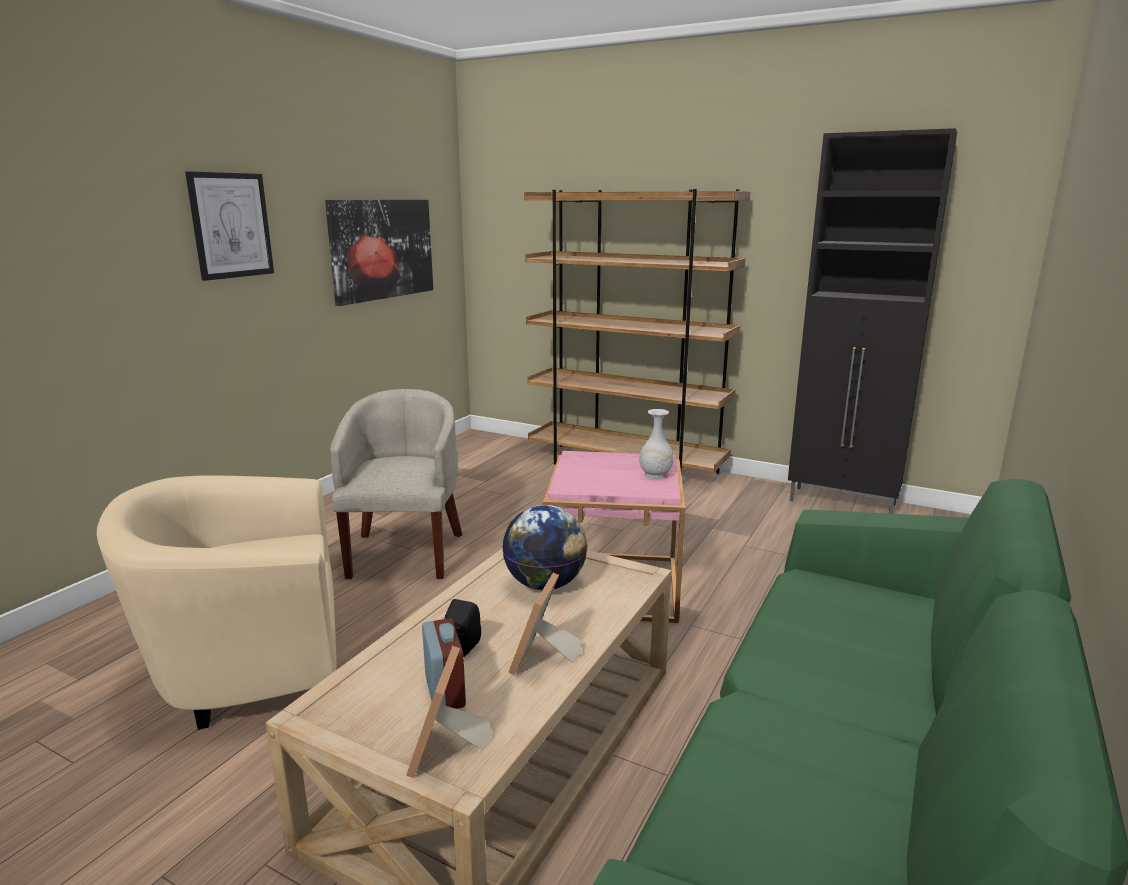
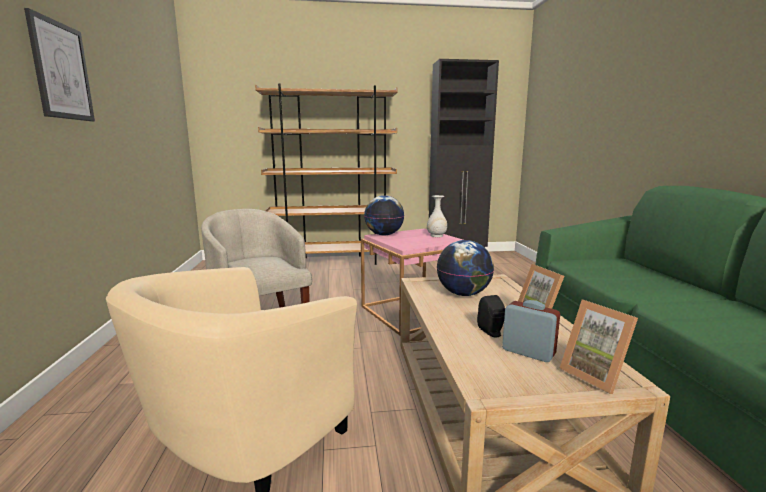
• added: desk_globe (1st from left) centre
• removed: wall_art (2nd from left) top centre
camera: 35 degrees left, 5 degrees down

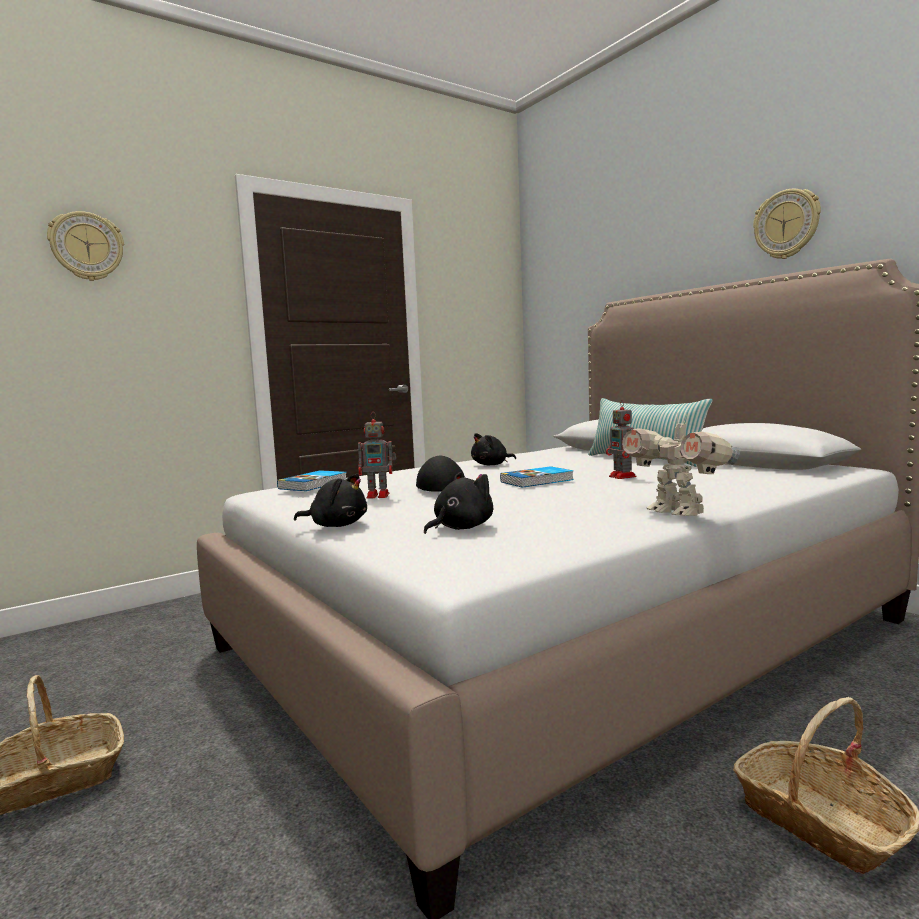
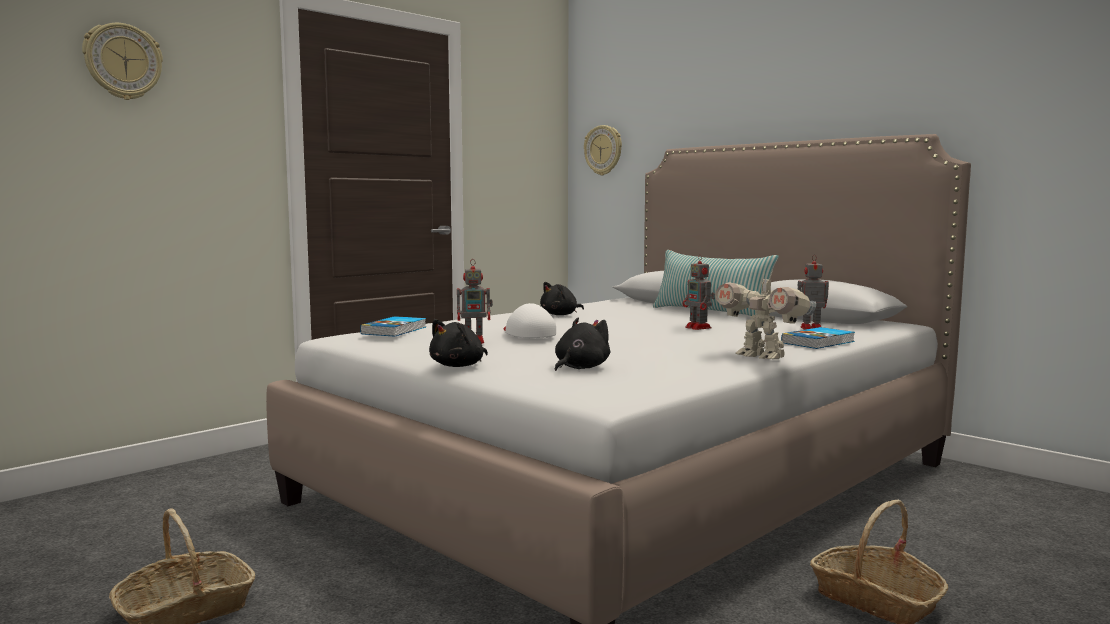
• turned: blackish_plush_toy (1st from left) centre = centre 120 degrees clockwise
• recoloured: blackish_cap centre to white_cap centre
• moved: wall_clock (2nd from left) top right to top centre
• moved: book (2nd from left) centre to middle right
• added: model_robot (4th from left) middle right
camera: 10 degrees left, 0 degrees up

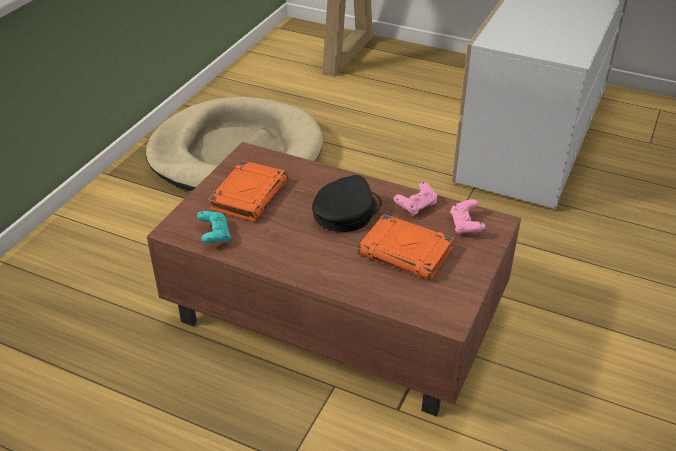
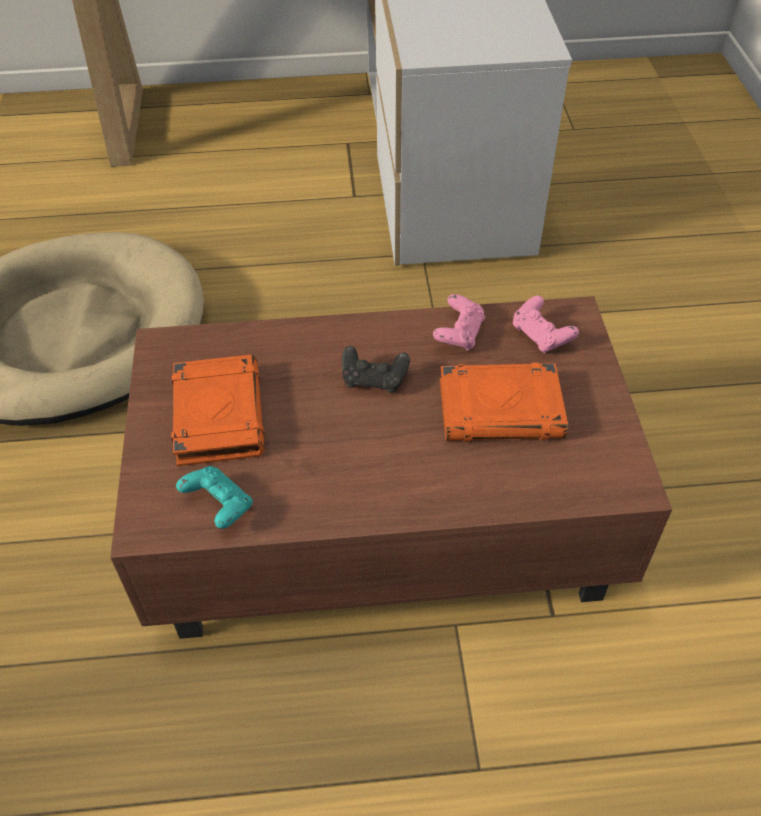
• replaced: blackish_cap centre to blackish_joypad centre
camera: 30 degrees left, 10 degrees up

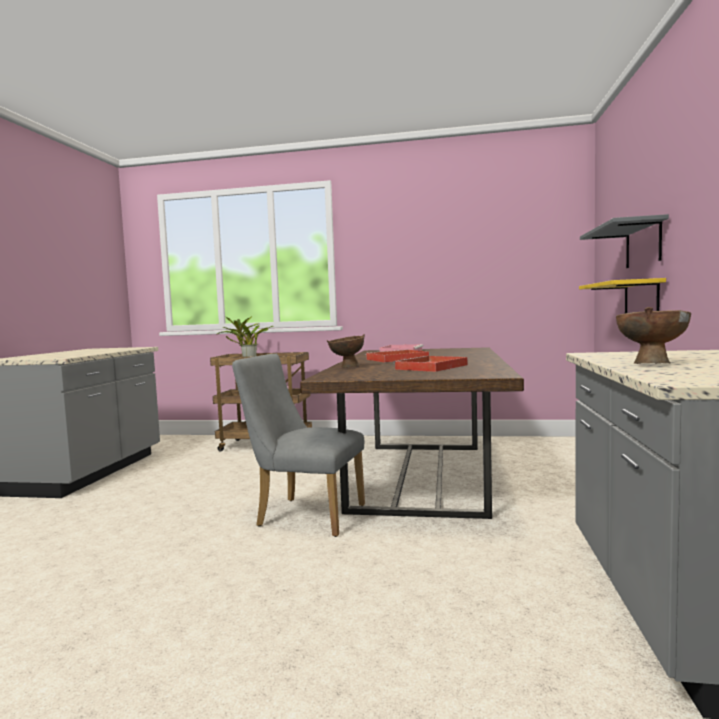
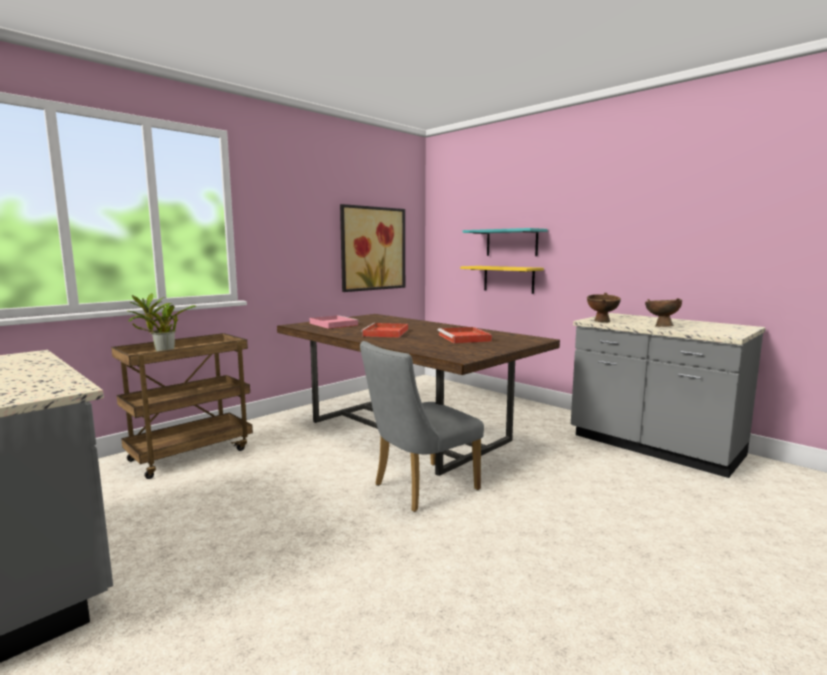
• added: wall_art centre
• recoloured: greyish_wall_shelf middle right to turquoise-coloured_wall_shelf centre
• moved: brown_deep_dish (1st from left) centre to middle right
camera: 55 degrees left, 5 degrees up

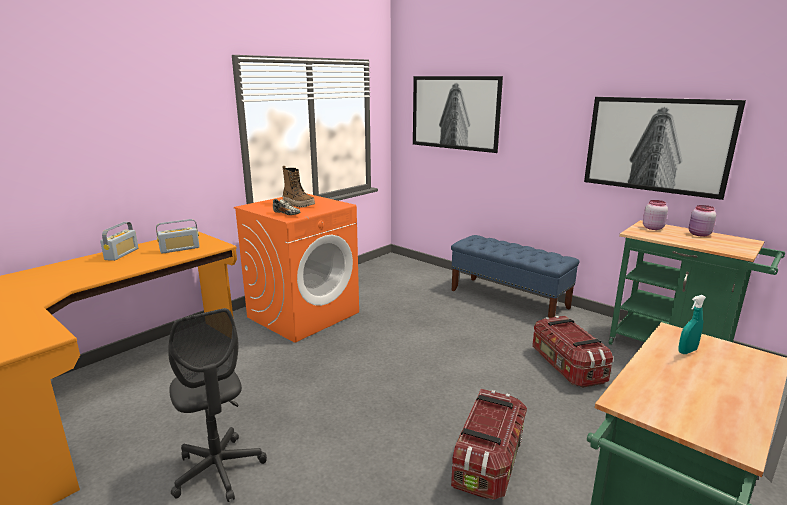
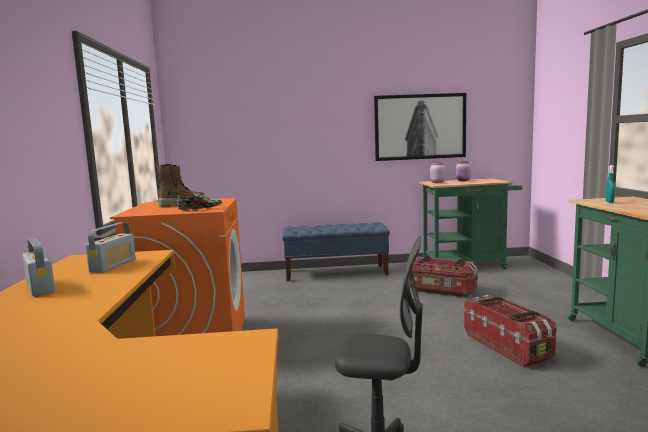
• removed: wall_art (1st from left) top centre
camera: 45 degrees left, 10 degrees down

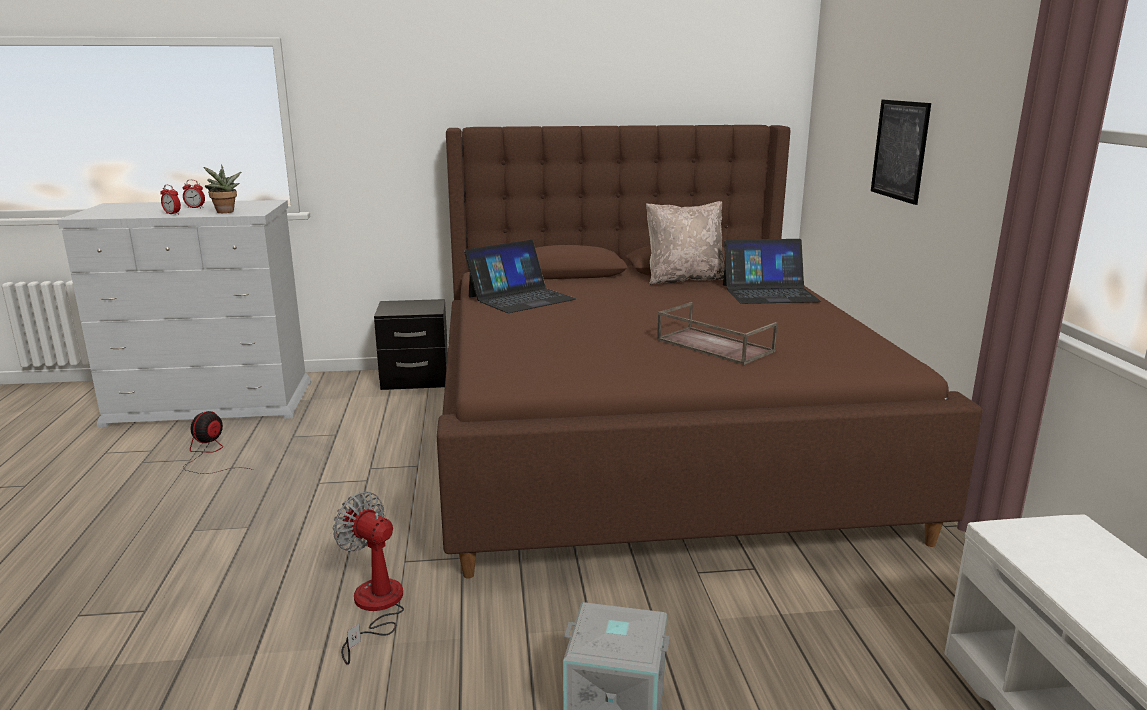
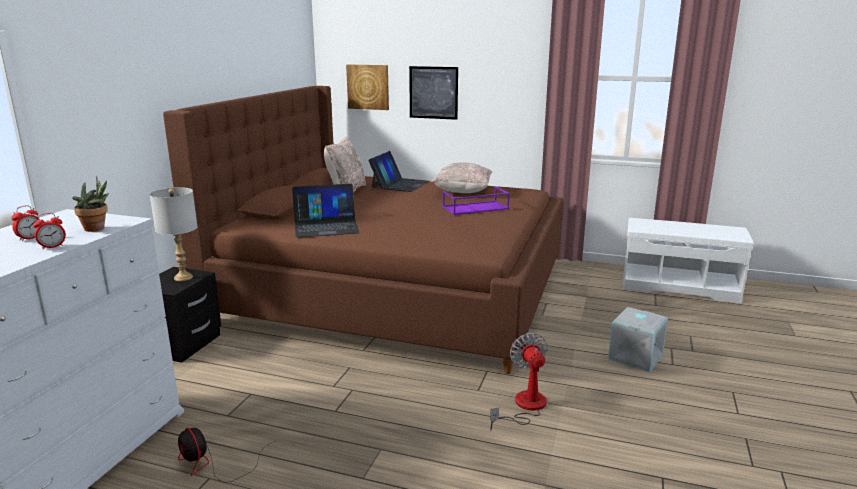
• added: greyish_lamp_for_a_table middle left
• turned: laptop (1st from left) centre = centre 90 degrees clockwise
• added: wall_art (1st from left) top centre
• added: beige_cushion (2nd from left) centre
• recoloured: brown_tray centre to purplish_tray centre
• turned: electric_fan (2nd from left) bottom left = bottom centre 105 degrees clockwise
camera: 65 degrees left, 0 degrees up

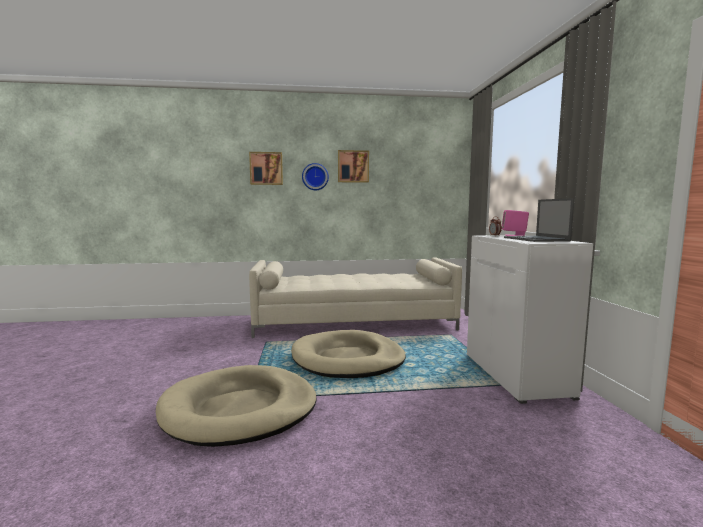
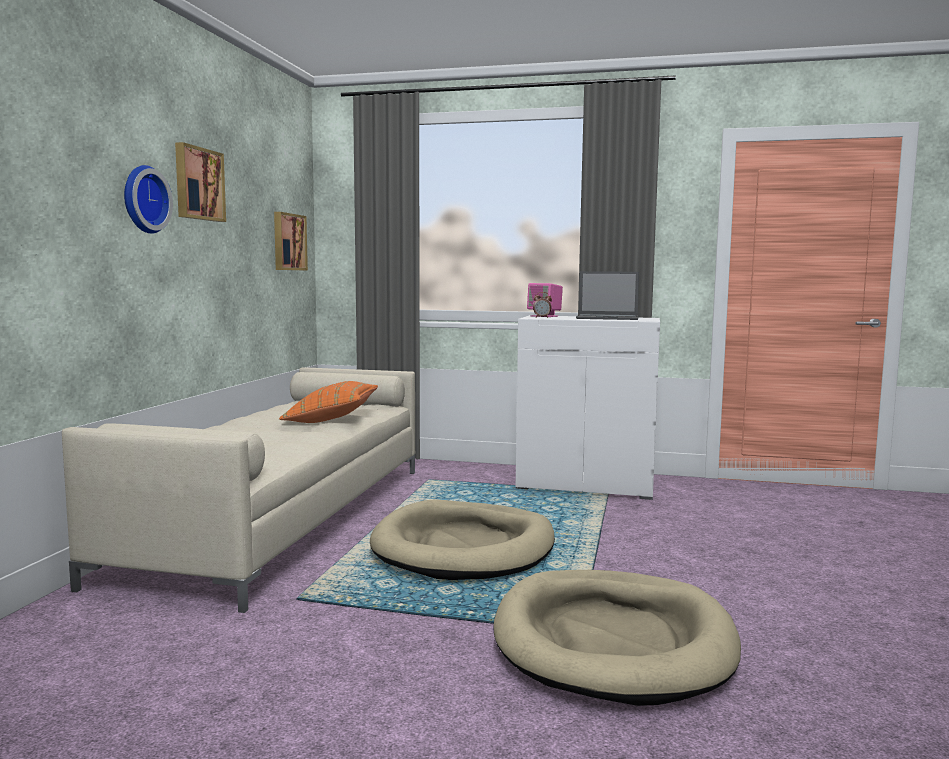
• moved: wall_art (1st from left in the first image) top centre to wall_art (2nd from left) top left
• added: orangey_cushion centre
camera: 70 degrees left, 0 degrees up

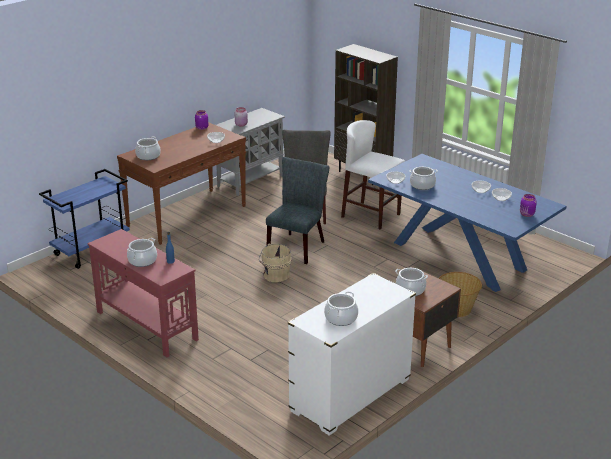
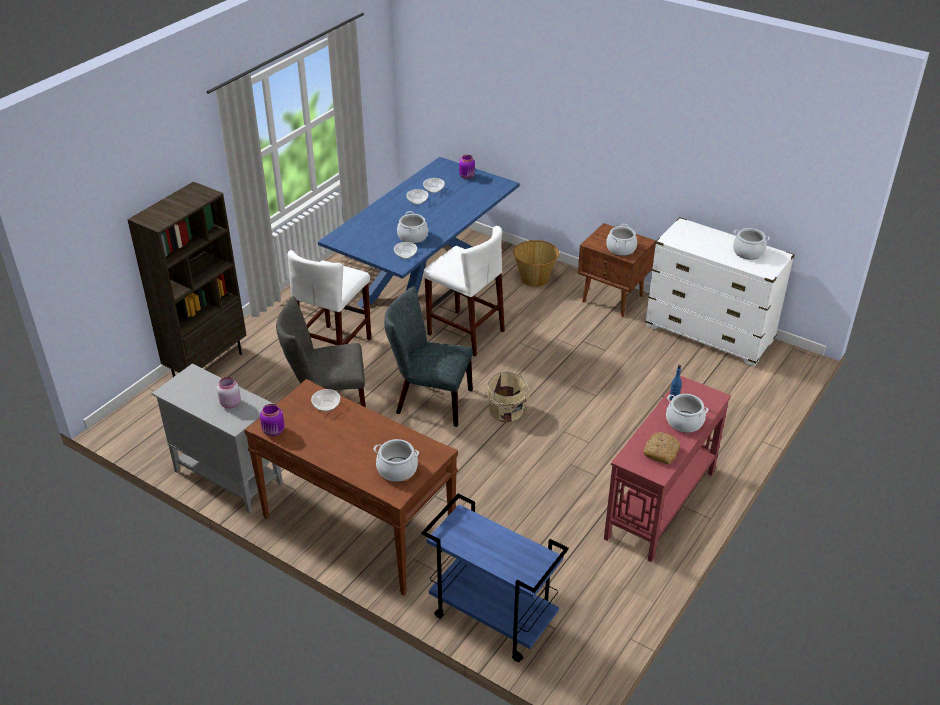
• added: white_stool (2nd from left) centre
• added: bread middle right
camera: 100 degrees left, 10 degrees up

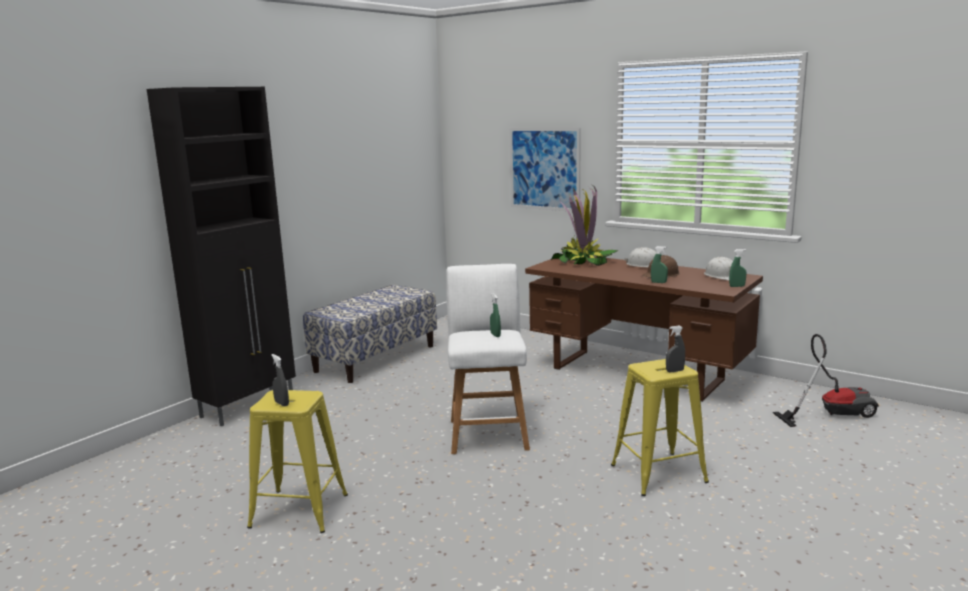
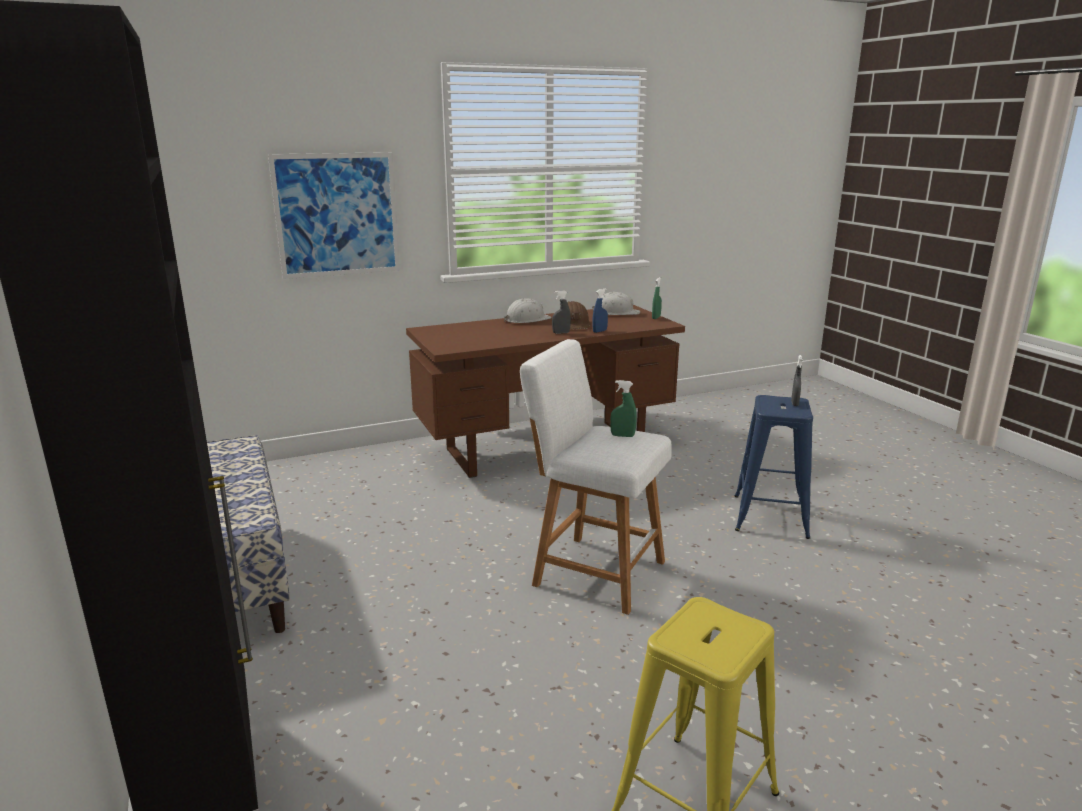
• moved: greyish_hand_sprayer (1st from left) middle left to centre
• recoloured: greenish_hand_sprayer (2nd from left) middle right to bluish_hand_sprayer centre
• recoloured: yellowish_stool (2nd from left) bottom right to bluish_stool middle right
• removed: houseplant centre
• removed: vacuum middle right
camera: 60 degrees left, 5 degrees up

